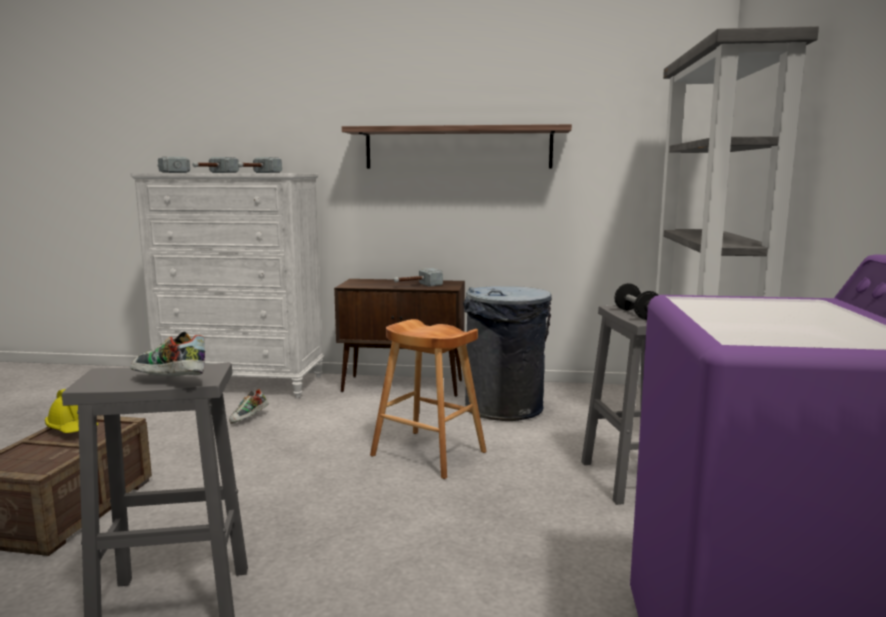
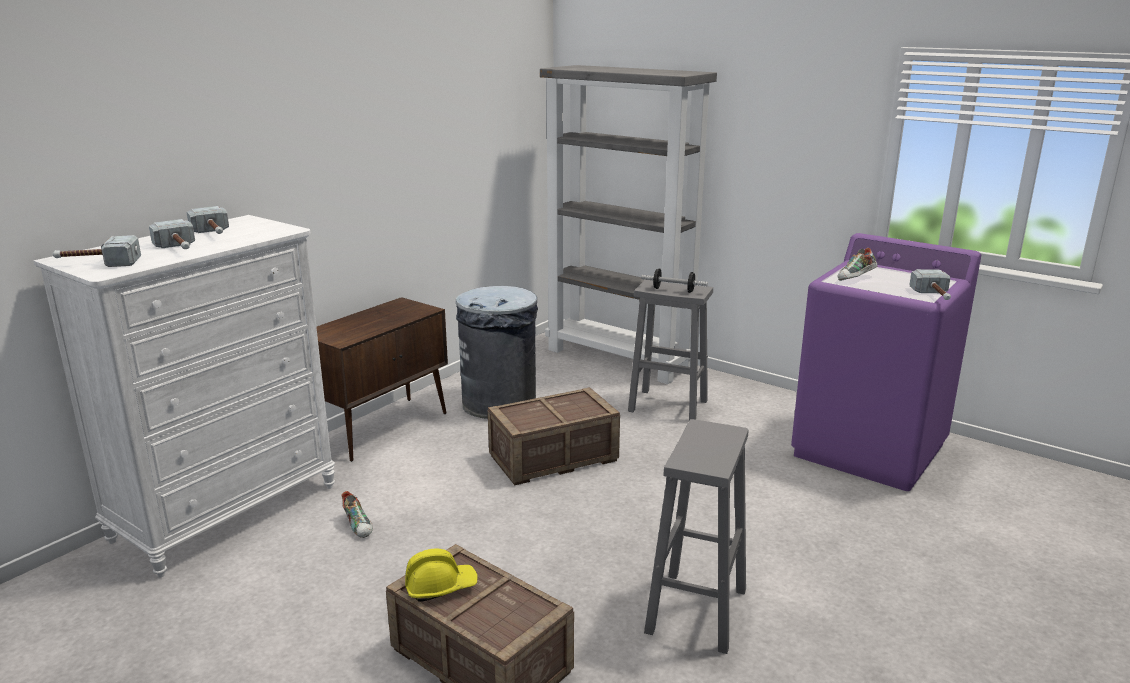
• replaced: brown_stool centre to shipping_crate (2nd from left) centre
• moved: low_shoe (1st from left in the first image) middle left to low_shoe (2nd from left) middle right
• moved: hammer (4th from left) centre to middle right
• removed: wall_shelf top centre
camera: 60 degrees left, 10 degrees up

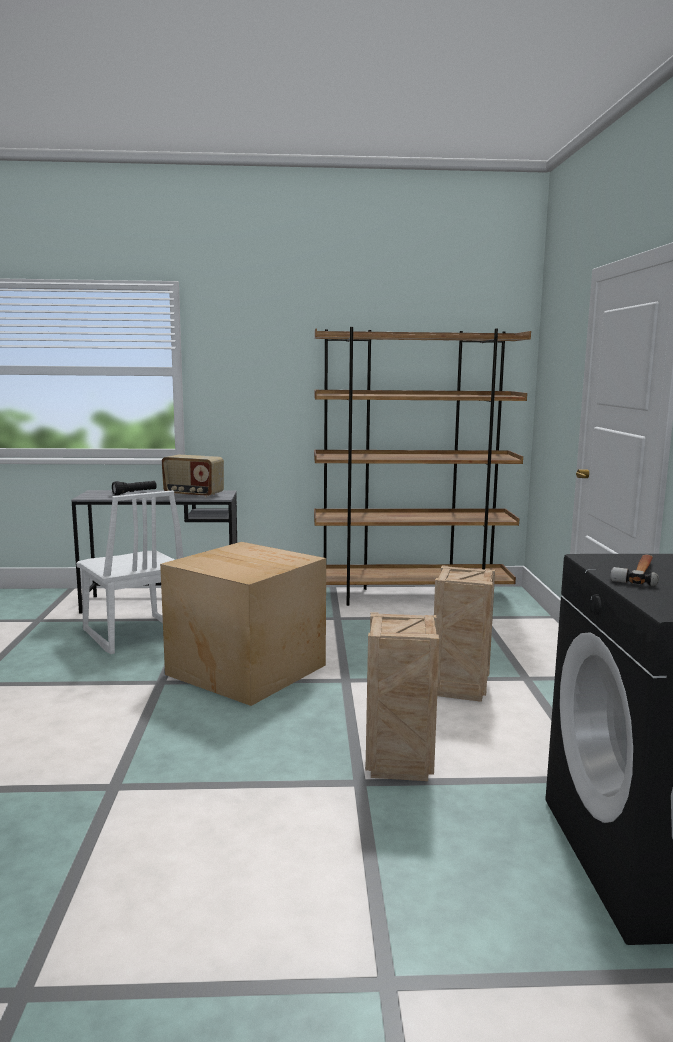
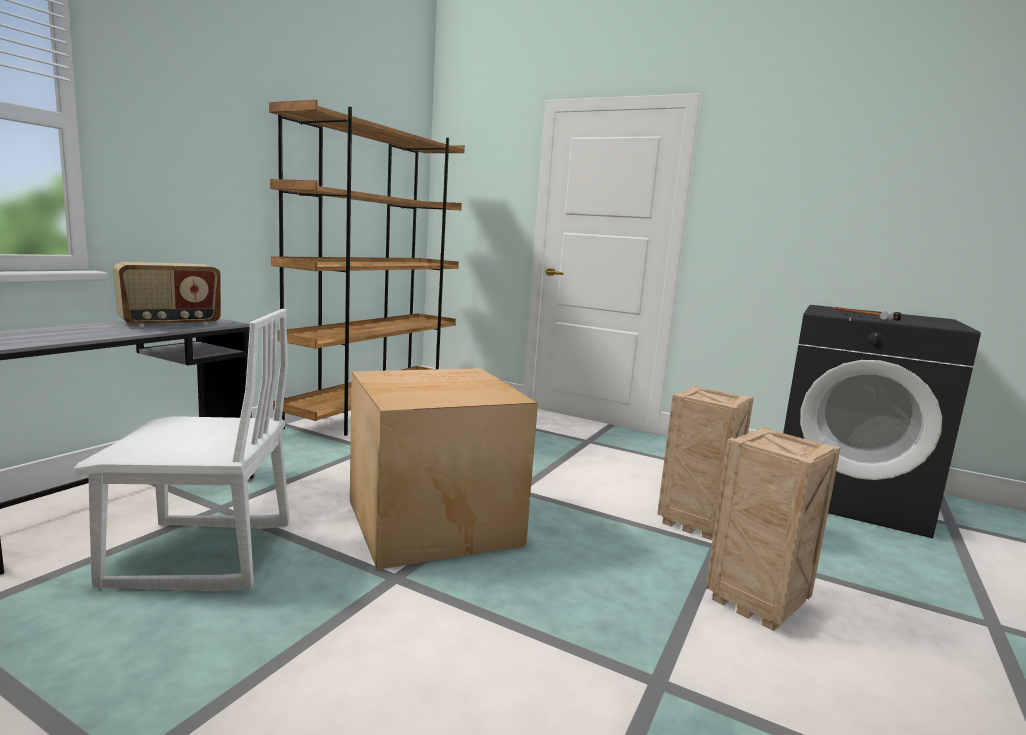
• moved: shipping_crate (2nd from left) middle right to bottom right
• removed: blackish_torch middle left
camera: 60 degrees left, 0 degrees up

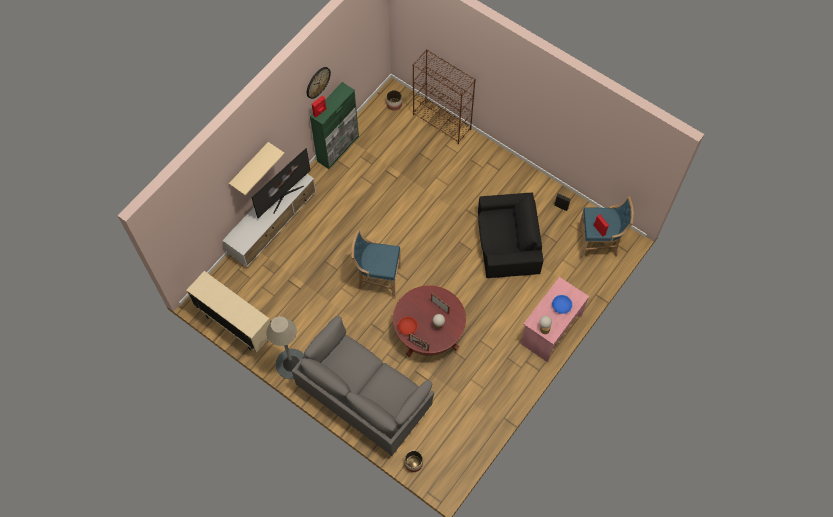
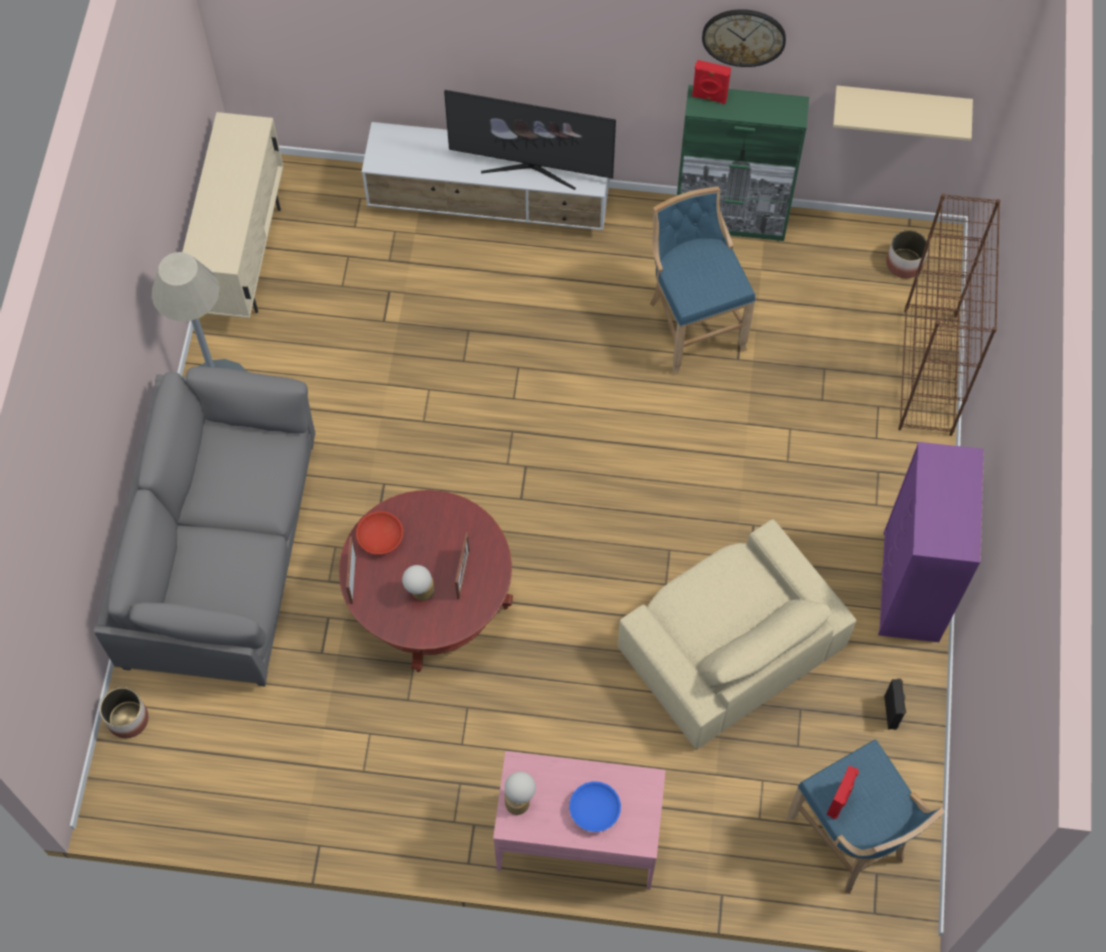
• recoloured: blackish_lounge_chair centre to beige_lounge_chair centre
• moved: bluish_stool (1st from left) centre to top centre
• moved: beige_wall_shelf top left to top right
• added: purplish_chest_of_drawers middle right
camera: 60 degrees right, 0 degrees up

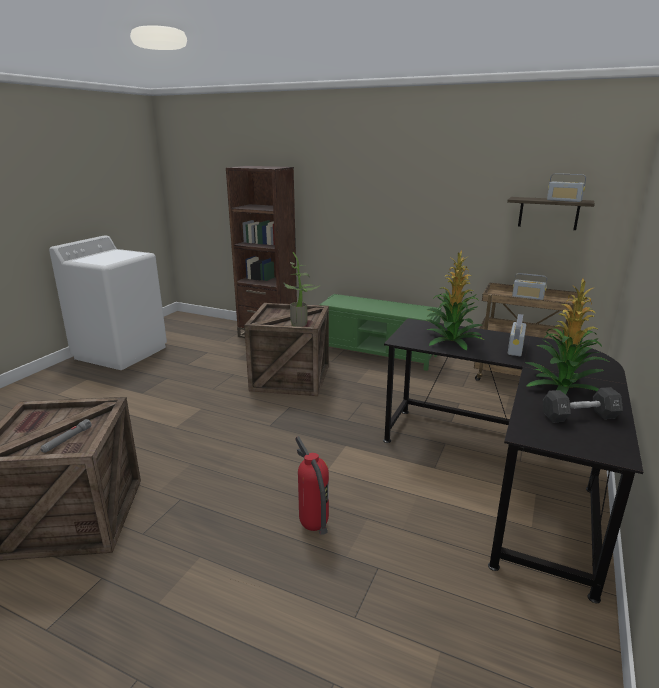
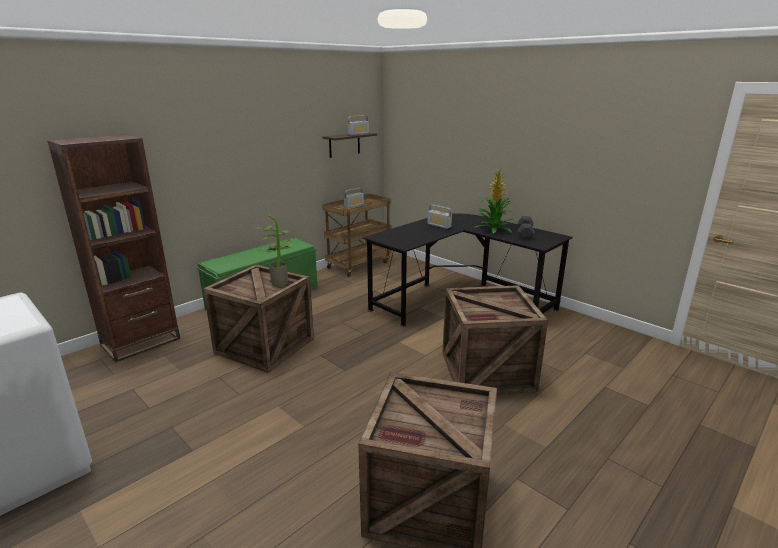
• replaced: fire_extinguisher bottom centre to shipping_crate (3rd from left) centre
• removed: greyish_torch middle left
• removed: houseplant (2nd from left) middle right
camera: 70 degrees left, 0 degrees up

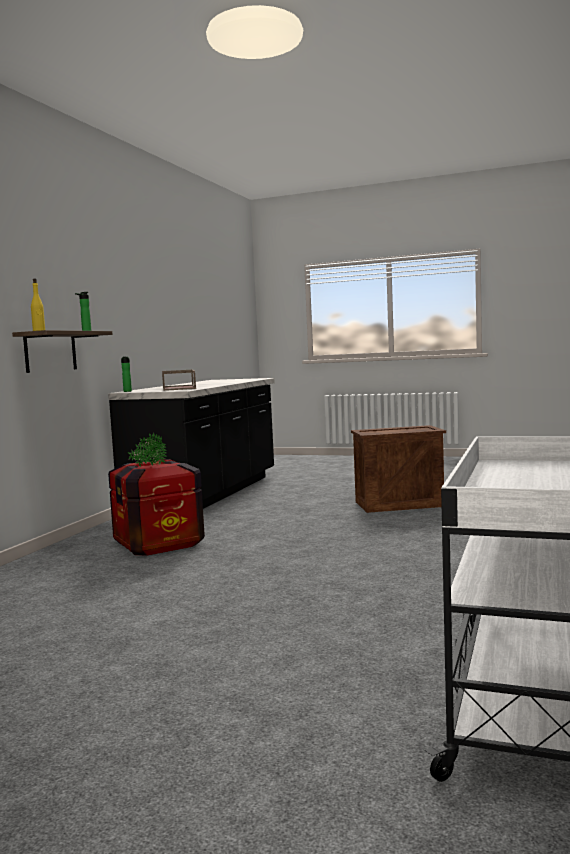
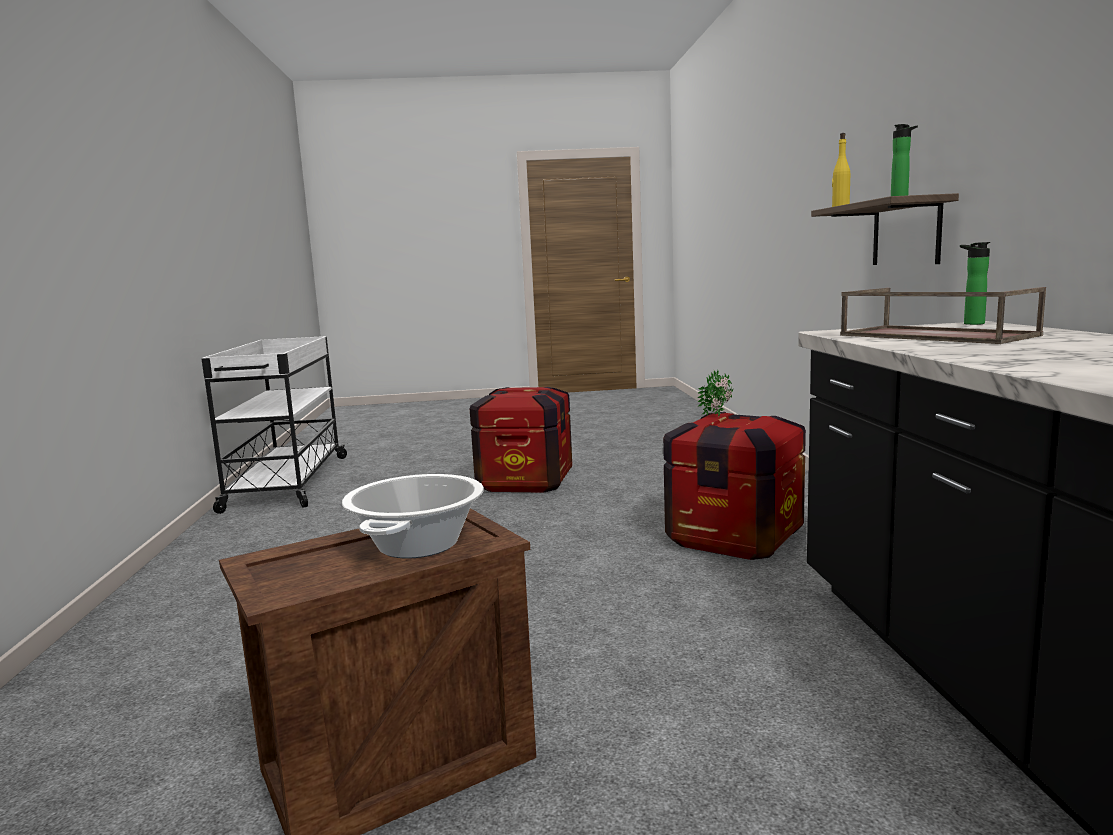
• added: saucepot centre
• added: shipping_crate (2nd from left) centre
camera: 155 degrees right, 5 degrees up

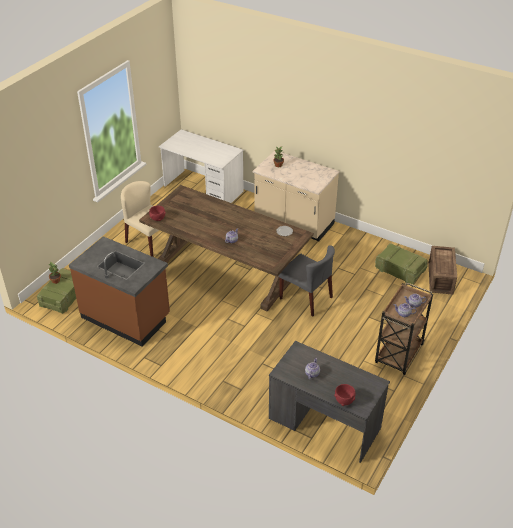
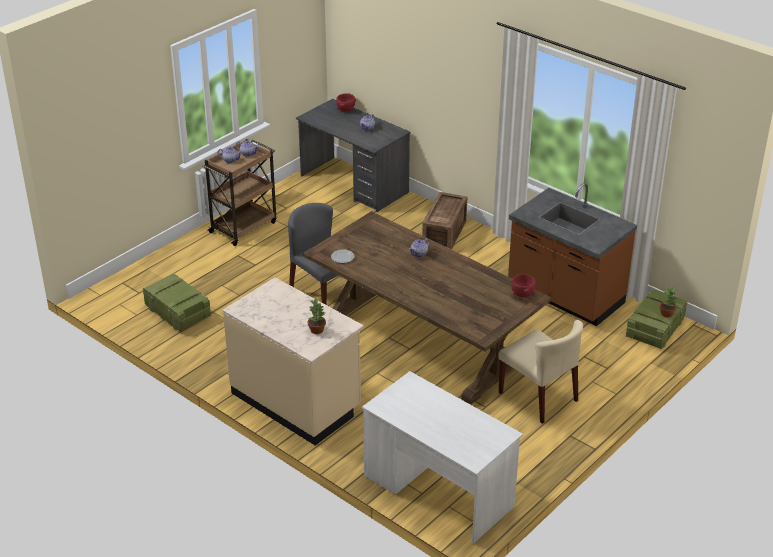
• moved: shipping_crate (3rd from left in the first image) middle right to shipping_crate (2nd from left) centre
camera: 170 degrees left, 5 degrees down

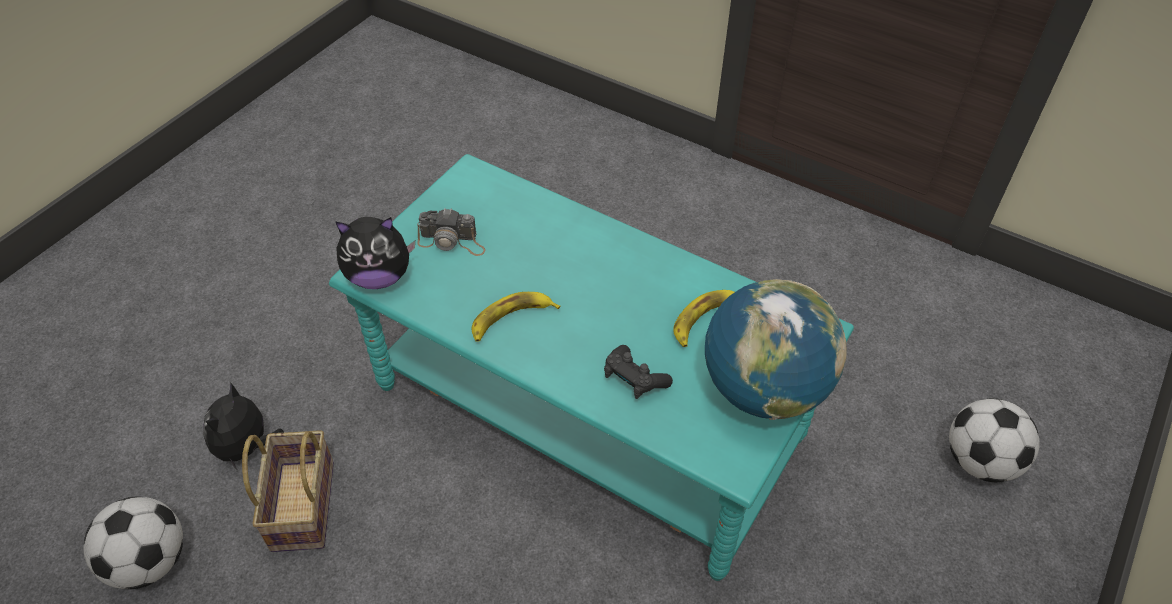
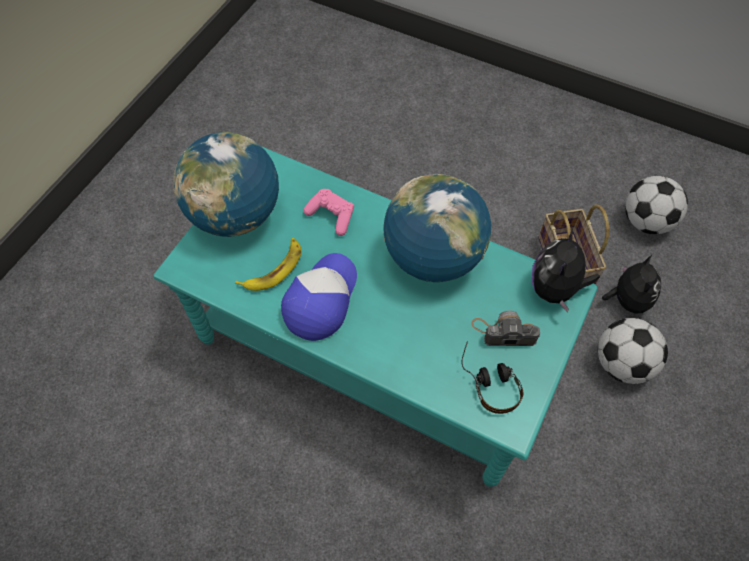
• added: cap centre
• recoloured: blackish_joypad centre to pinkish_joypad centre
• replaced: banana_fruit (1st from left) centre to desk_globe (2nd from left) centre
• added: pair_of_headphones bottom centre
• turned: plush_toy (2nd from left in the first image) middle left = middle right 60 degrees counterclockwise
• moved: football (2nd from left in the first image) bottom right to football (1st from left) middle right
camera: 175 degrees right, 10 degrees up

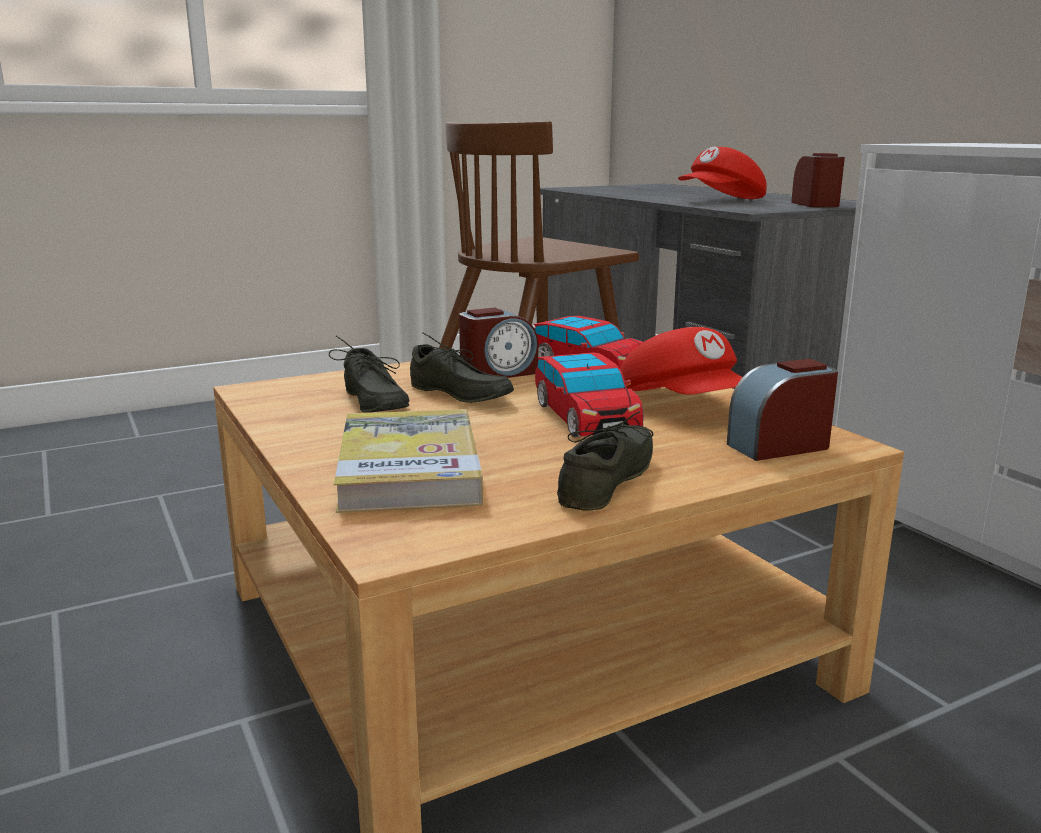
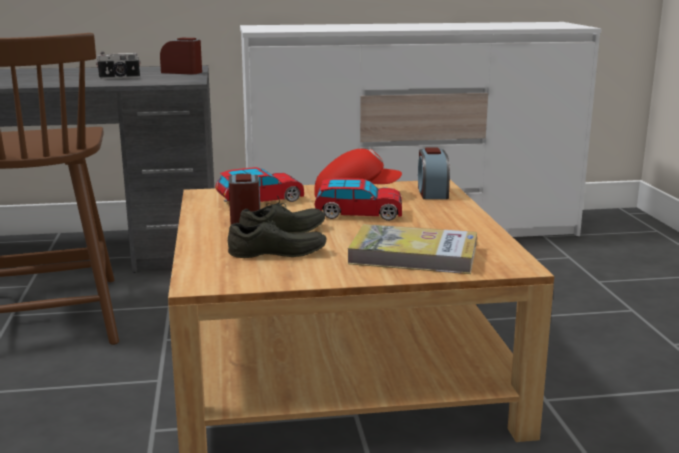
• replaced: reddish_cap (2nd from left) top right to photo_camera top left
• removed: greyish_low_shoe (3rd from left) centre
camera: 70 degrees left, 0 degrees up

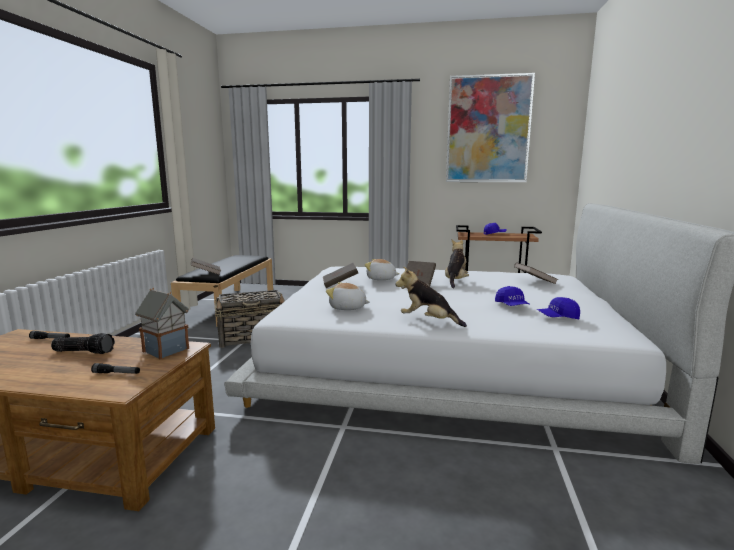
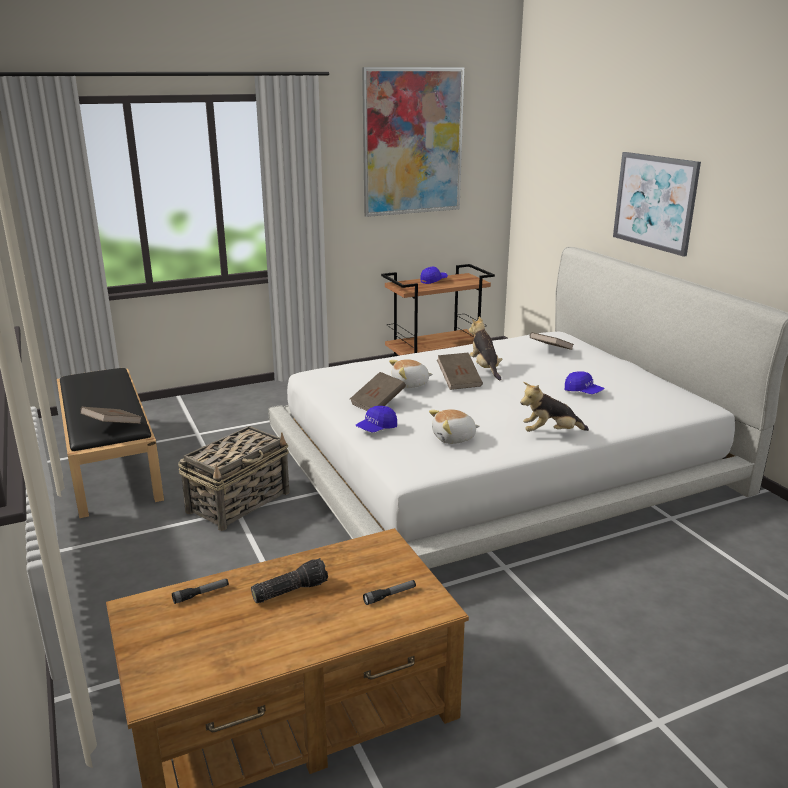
• moved: bluish_cap (3rd from left in the first image) middle right to bluish_cap (1st from left) centre
• added: wall_art (2nd from left) top right
• removed: model_house middle left
camera: 35 degrees left, 10 degrees up

